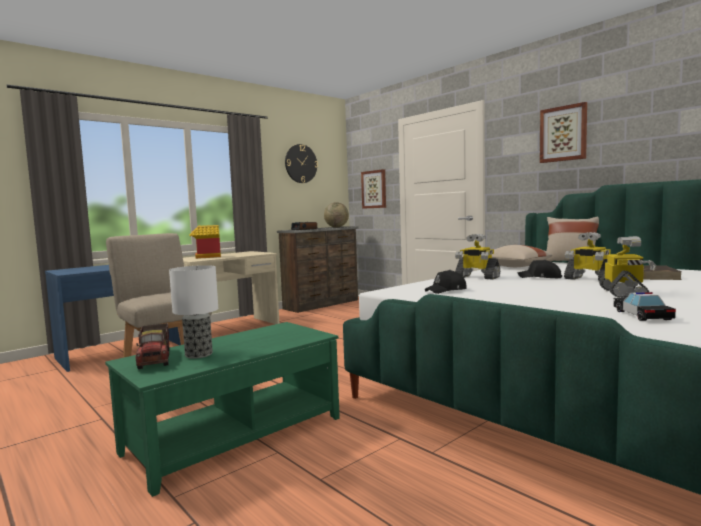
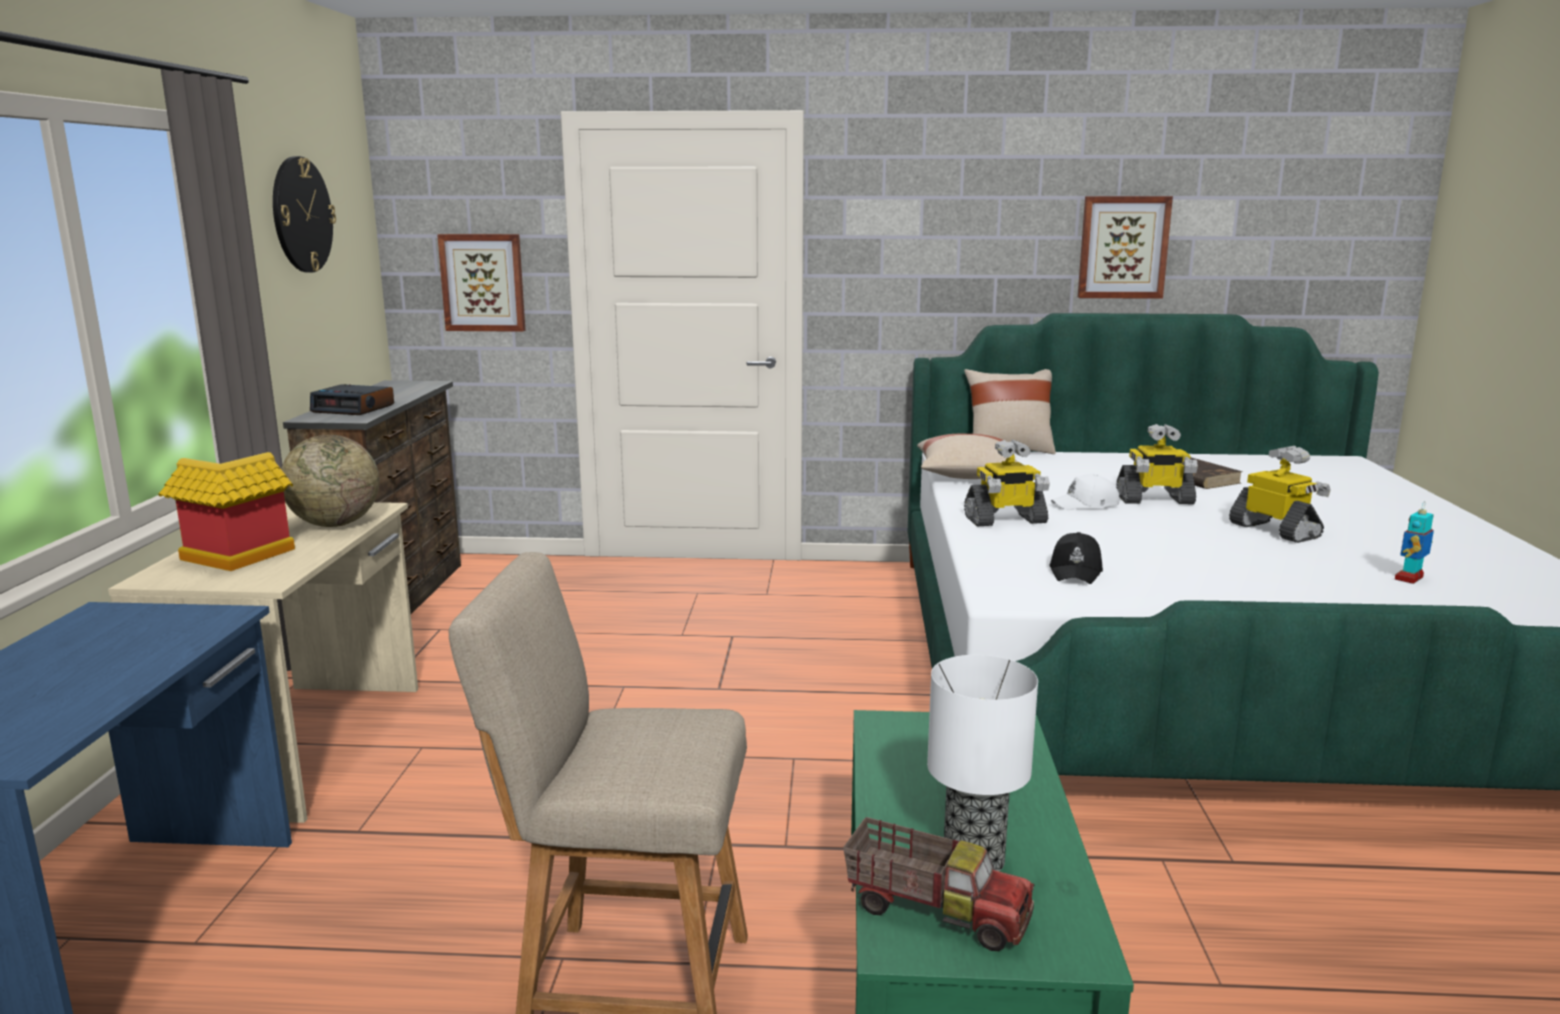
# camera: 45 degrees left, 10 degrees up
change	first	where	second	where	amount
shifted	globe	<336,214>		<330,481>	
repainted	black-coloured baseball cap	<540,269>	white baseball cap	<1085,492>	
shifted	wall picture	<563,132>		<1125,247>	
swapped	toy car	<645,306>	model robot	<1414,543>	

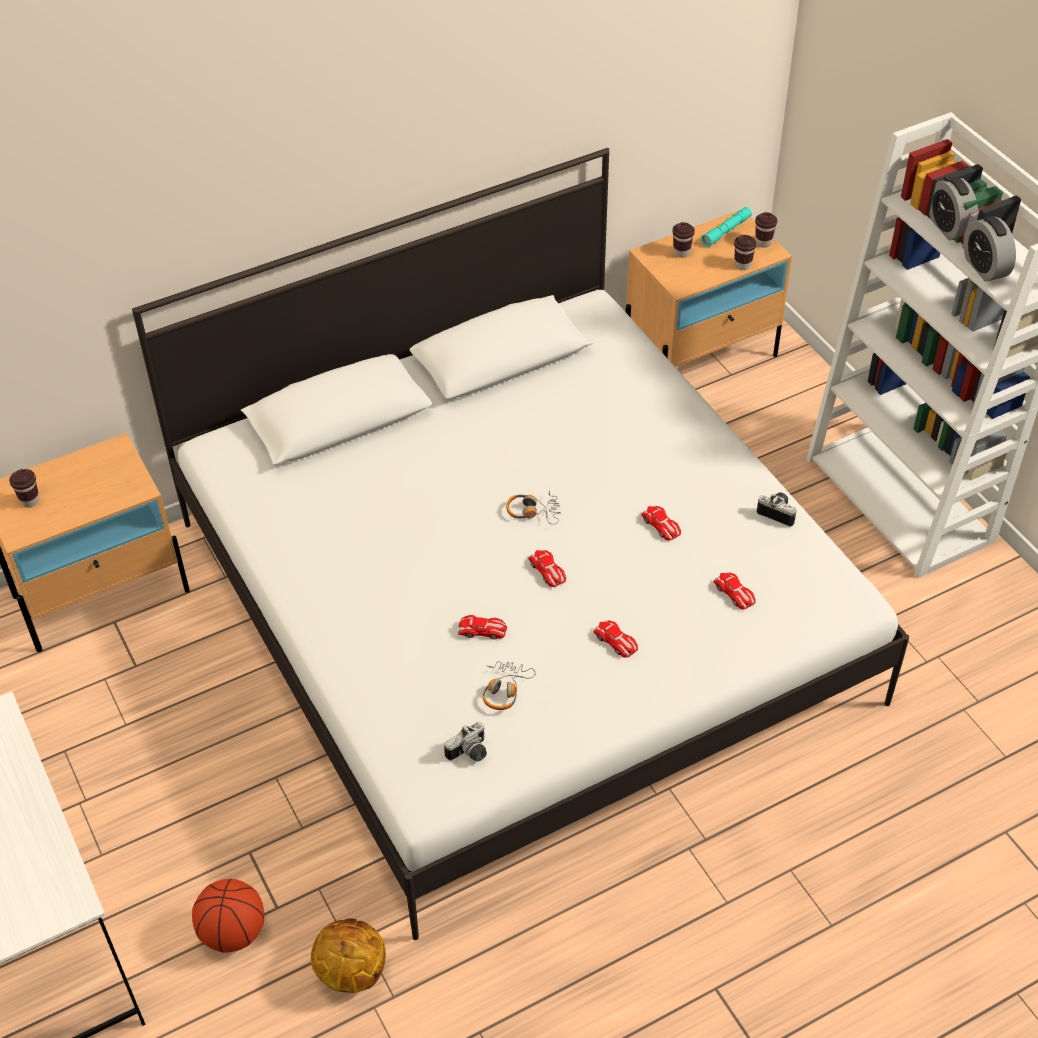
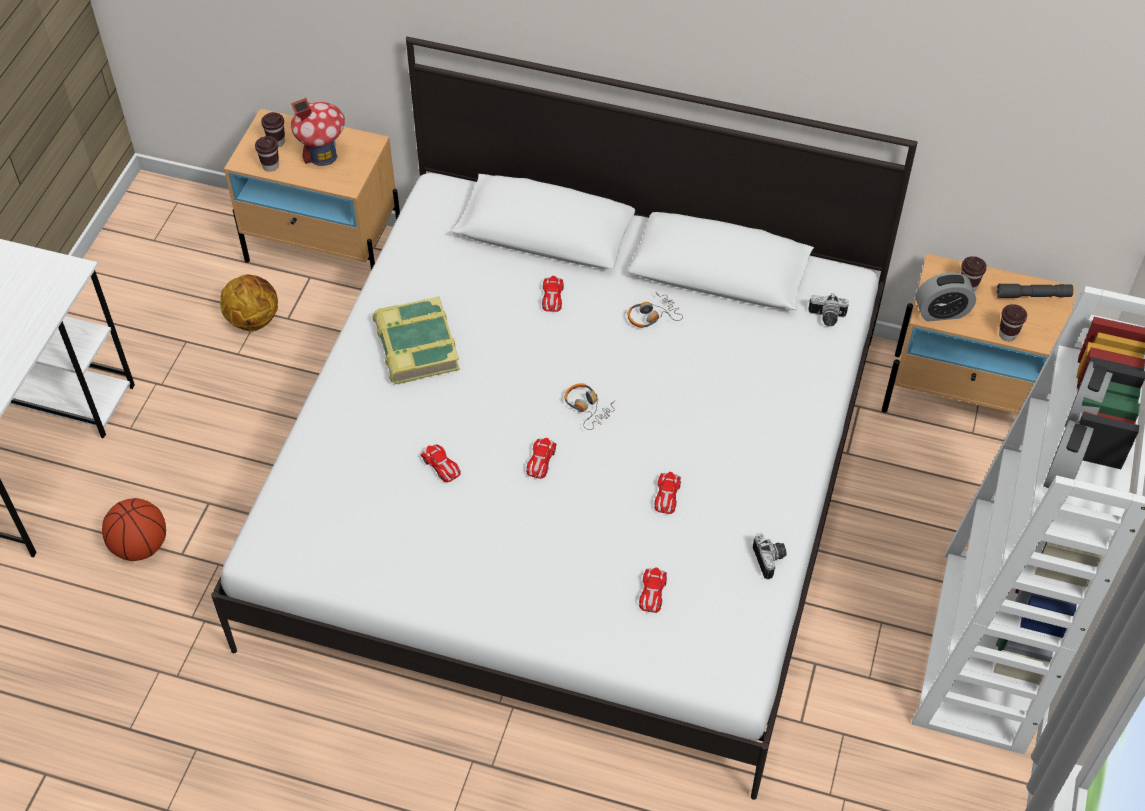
# camera: 45 degrees right, 5 degrees up
change	first	where	second	where	amount
shifted	basketball ball	<348,955>		<249,303>	
shifted	brownish drinking cup	<766,230>		<267,154>	
new			miniature house	<318,132>	
new			volume	<416,340>	
shifted	toy car	<615,639>		<553,294>	
shifted	headset	<509,685>		<655,310>	
shifted	photo camera	<465,742>		<828,310>	
new			alarm clock	<946,297>	
repainted	turquoise flashlight	<726,227>	gray flashlight	<1035,290>	

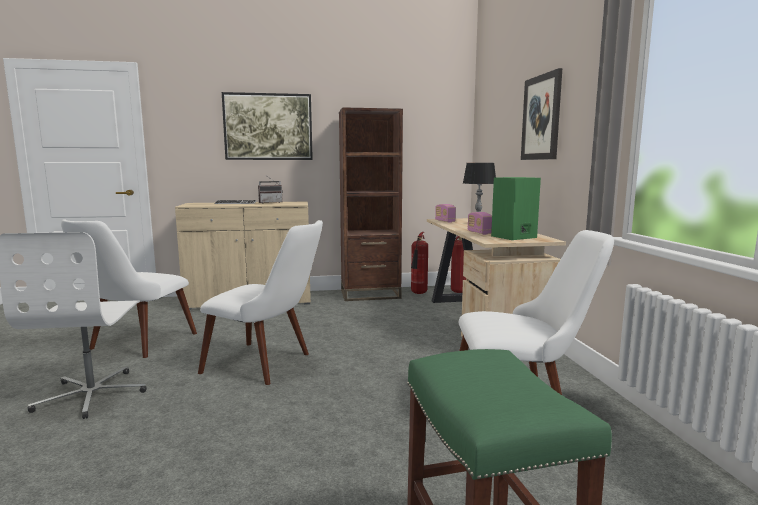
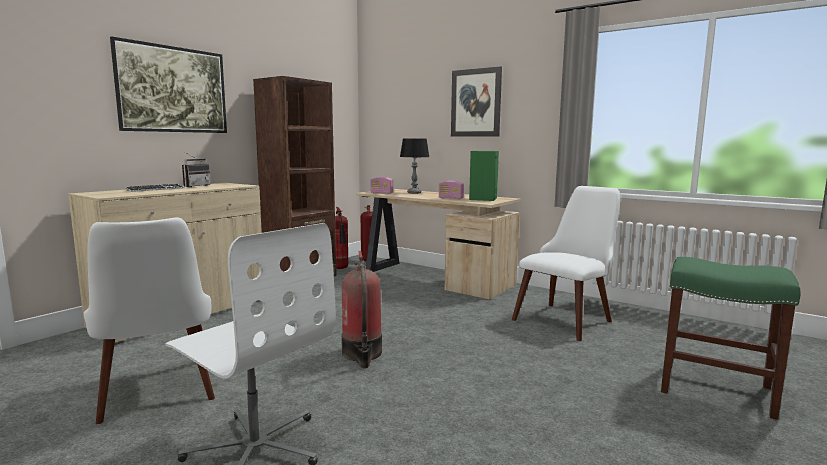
# camera: 45 degrees left, 0 degrees up
change	first	where	second	where	amount
swapped	white chair	<260,302>	fire-fighting cylinder	<362,309>	

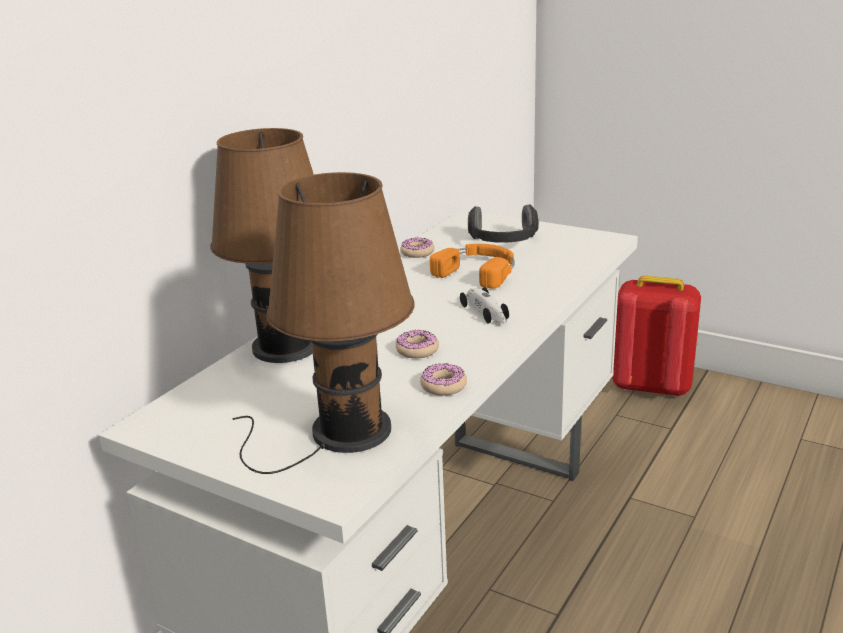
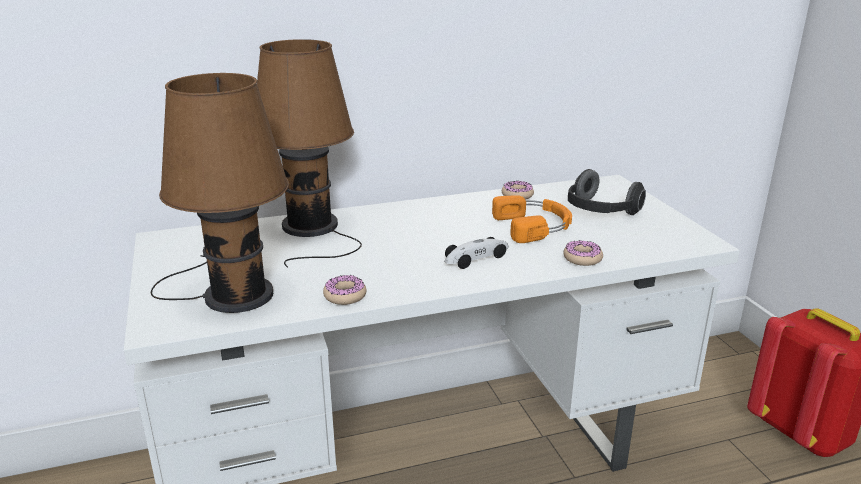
# camera: 40 degrees right, 0 degrees up
change	first	where	second	where	amount
rotated	toy car	<484,305>		<476,253>	135 degrees counterclockwise
shifted	ring doughnut	<417,344>		<583,253>	

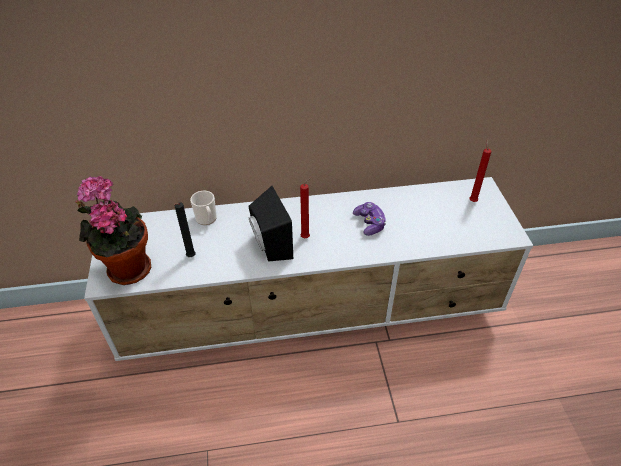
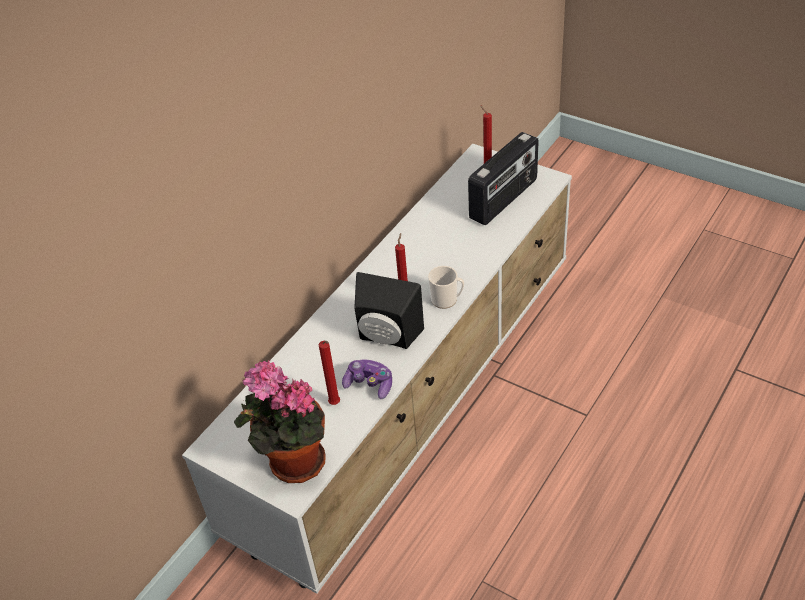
# camera: 45 degrees left, 0 degrees up
change	first	where	second	where	amount
repainted	black-coloured wax candle	<185,229>	red-coloured wax candle	<329,373>	
shifted	game controller	<370,219>		<367,379>	
shifted	tea mug	<203,208>		<446,287>	
new			radio receiver	<503,178>	

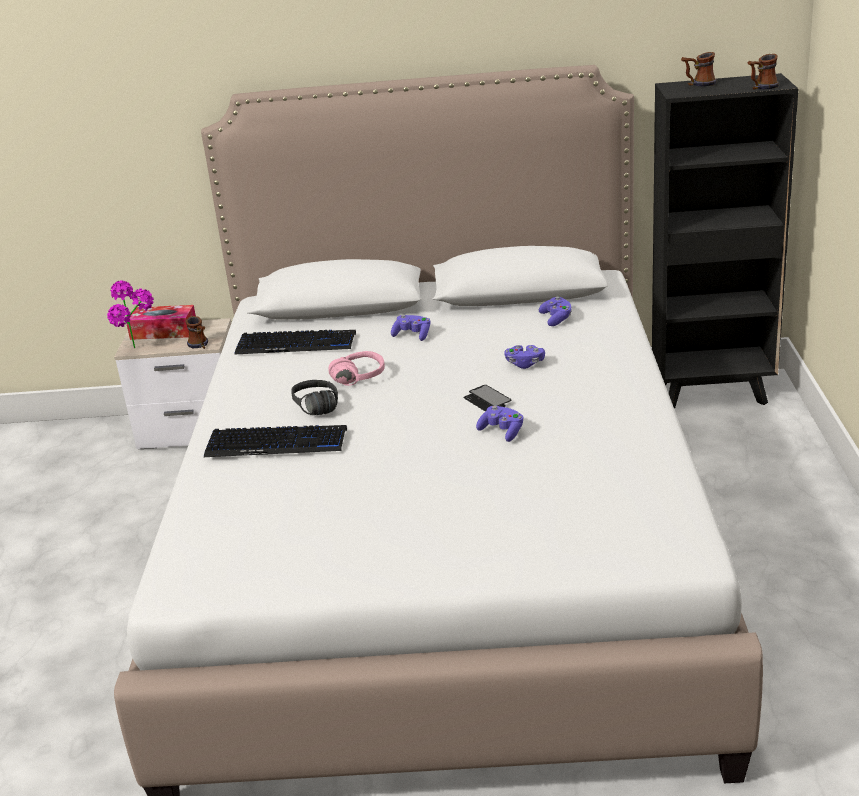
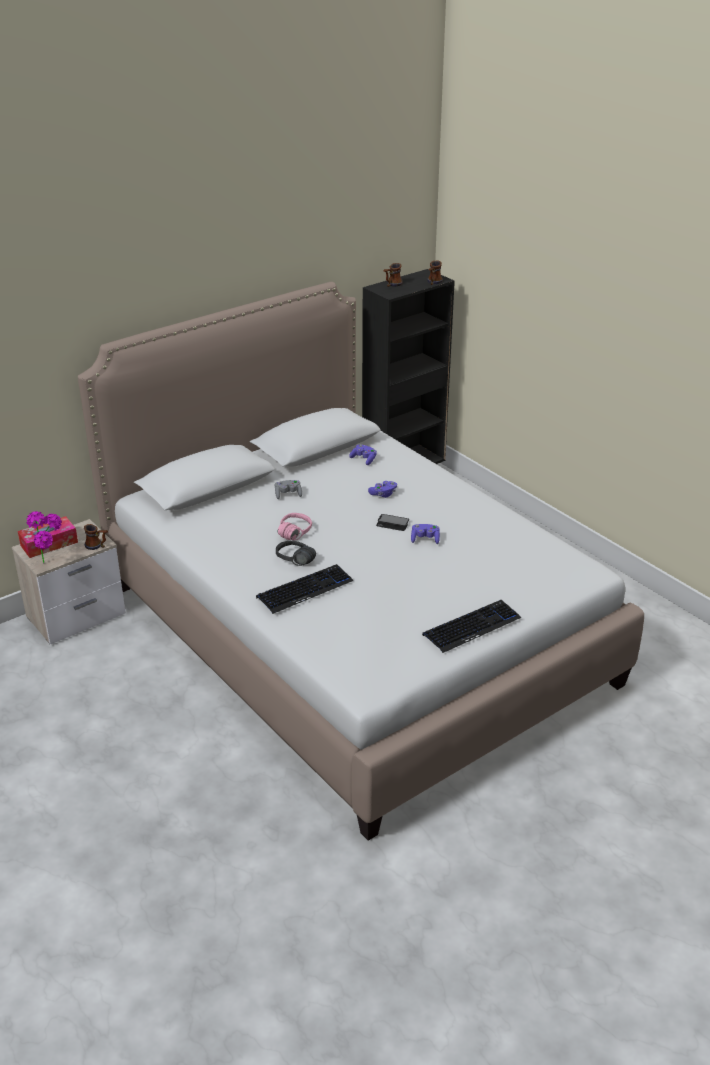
# camera: 40 degrees left, 5 degrees up
change	first	where	second	where	amount
repainted	purple-coloured game controller	<410,327>	gray game controller	<288,489>	
shifted	keyboard	<295,342>		<471,626>	

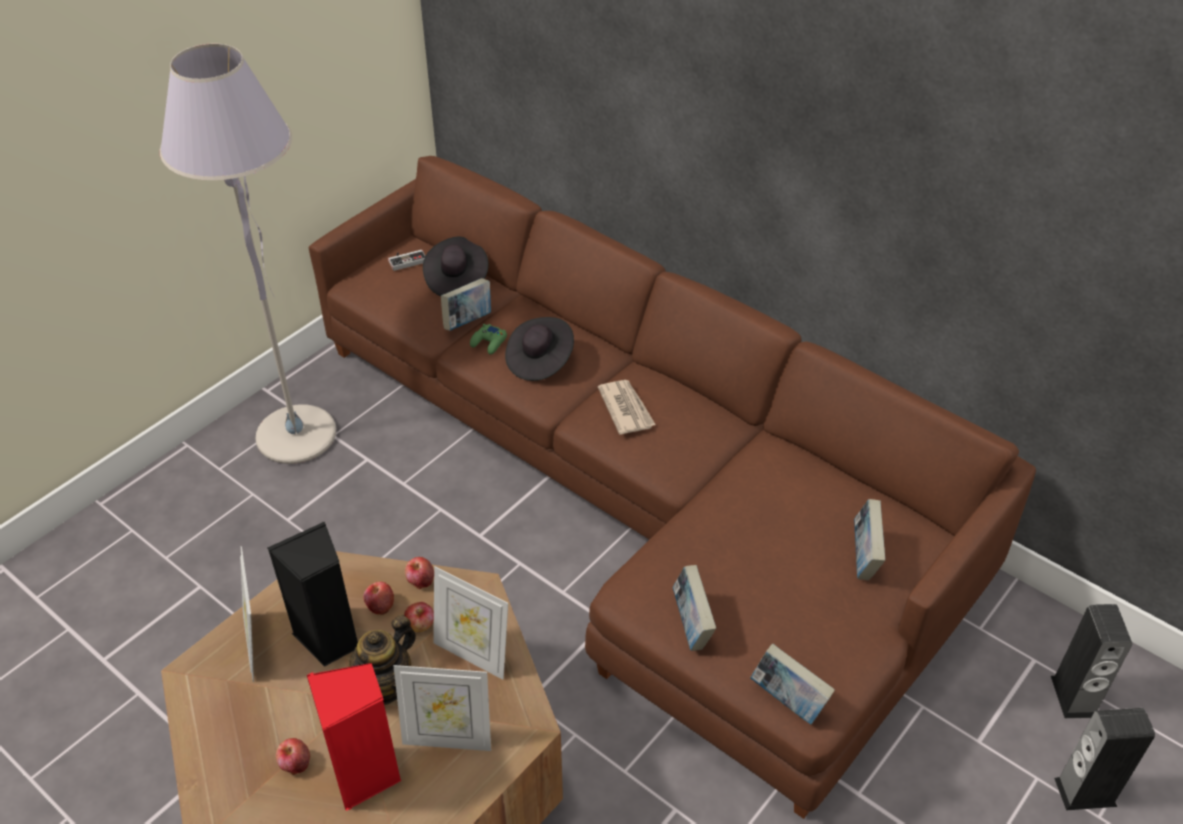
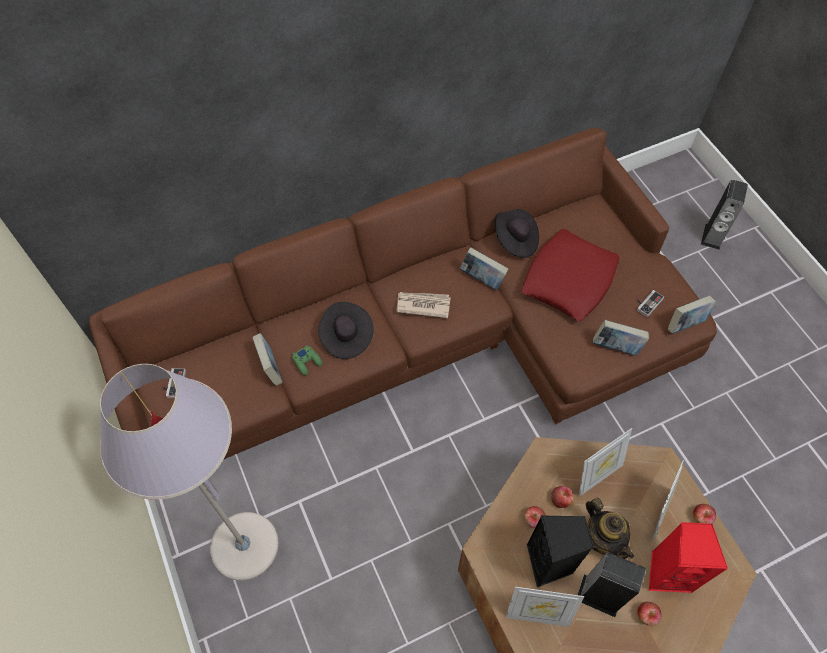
# camera: 65 degrees left, 15 degrees up
change	first	where	second	where	amount
shifted	volume	<869,539>		<483,268>	
shifted	black-coloured clothing hat	<455,266>		<517,233>	
new			red-coloured throw pillow	<570,275>	
shifted	speaker	<1091,661>		<612,584>	
new			game controller	<650,303>	
shifted	apple	<419,573>		<704,514>	

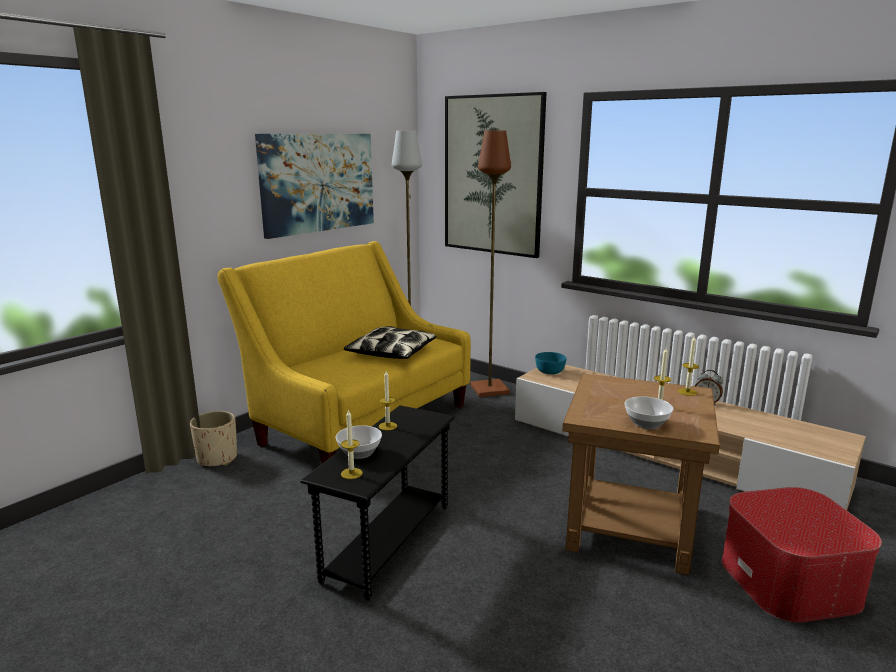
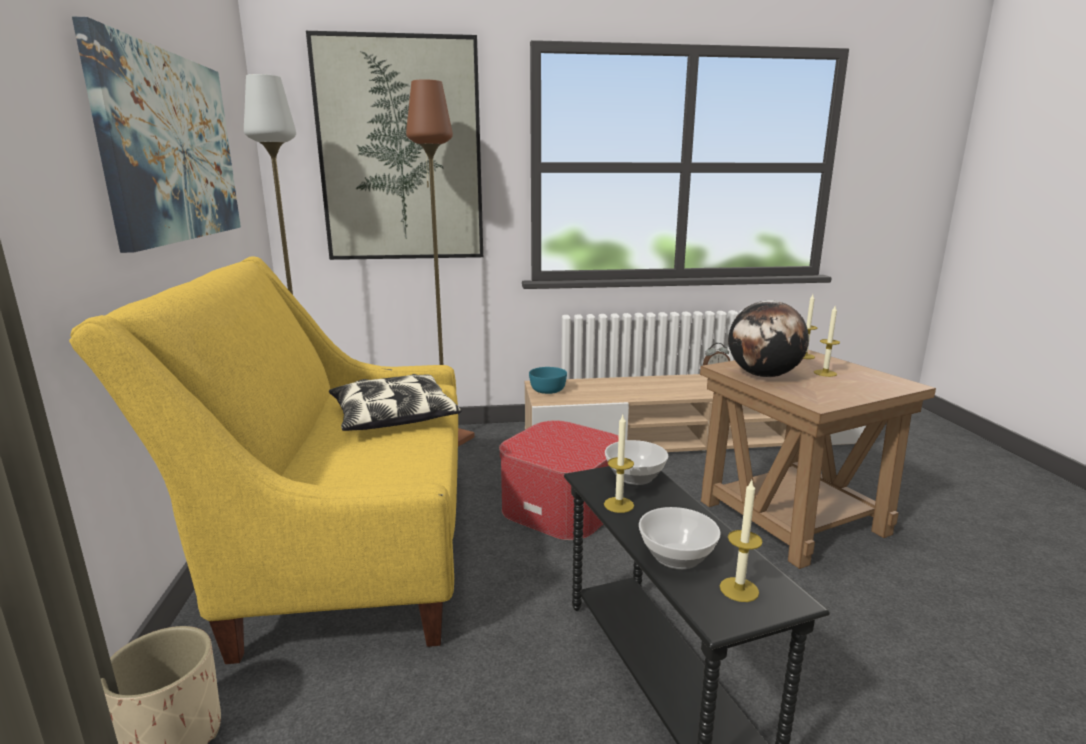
# camera: 45 degrees left, 0 degrees up
change	first	where	second	where	amount
shifted	pouffe	<802,554>		<559,480>	
shifted	deep dish	<648,412>		<636,462>	
new			globe	<768,339>	

